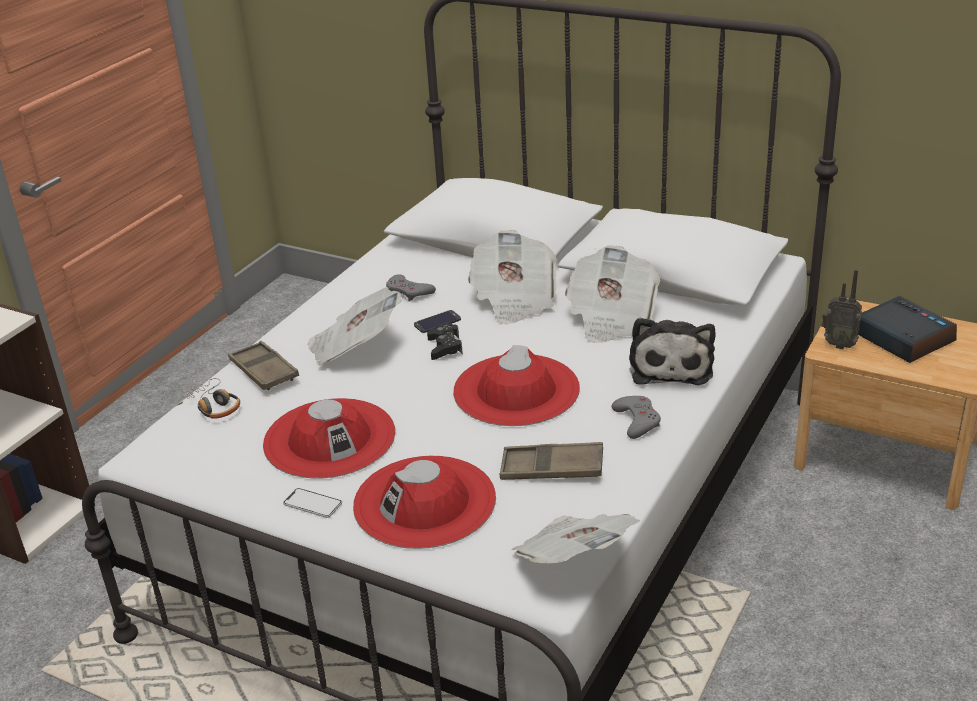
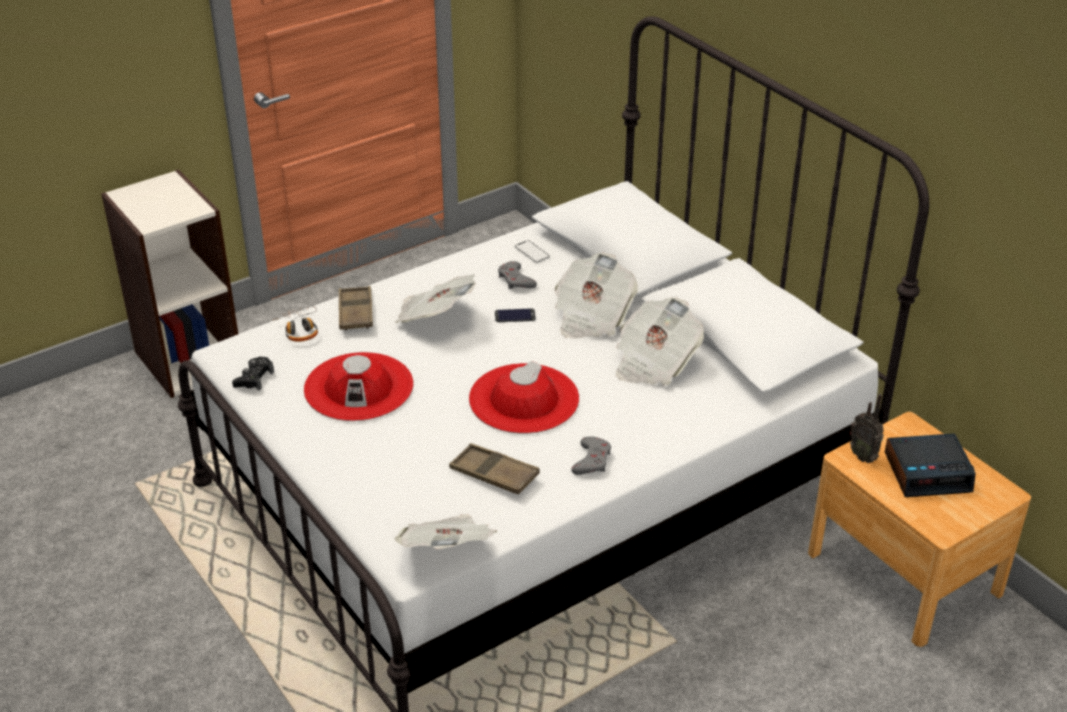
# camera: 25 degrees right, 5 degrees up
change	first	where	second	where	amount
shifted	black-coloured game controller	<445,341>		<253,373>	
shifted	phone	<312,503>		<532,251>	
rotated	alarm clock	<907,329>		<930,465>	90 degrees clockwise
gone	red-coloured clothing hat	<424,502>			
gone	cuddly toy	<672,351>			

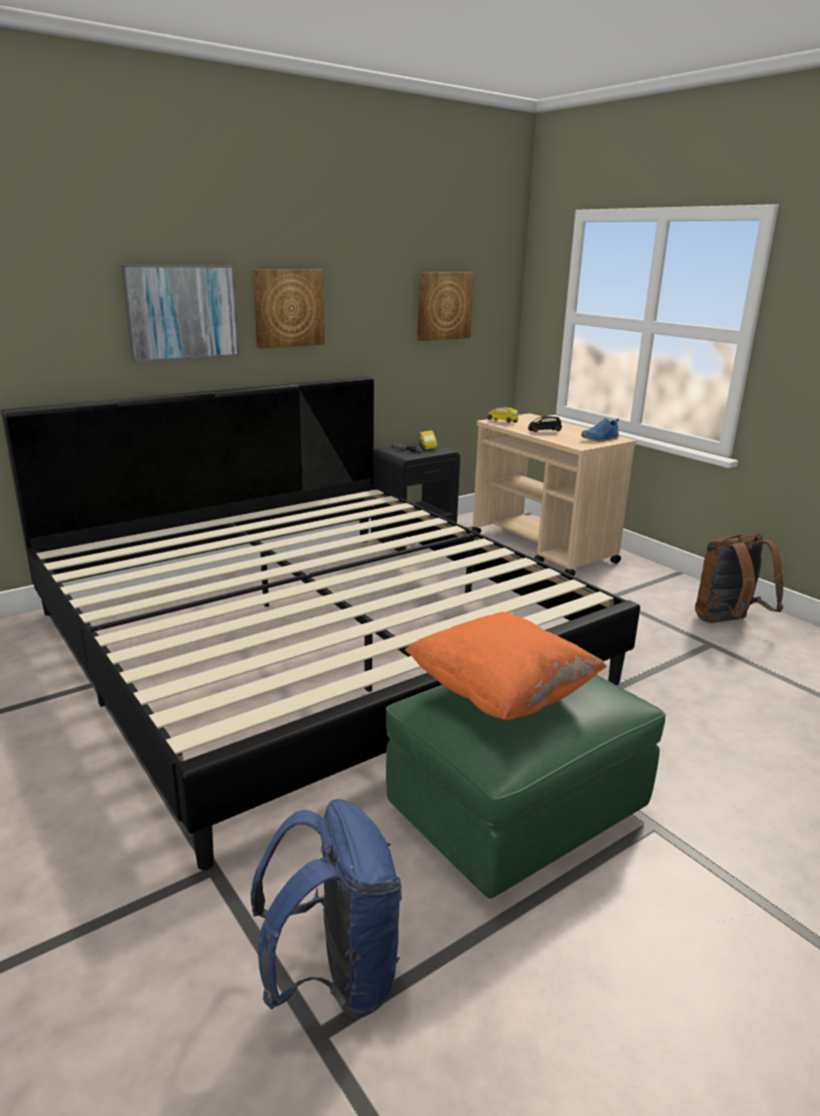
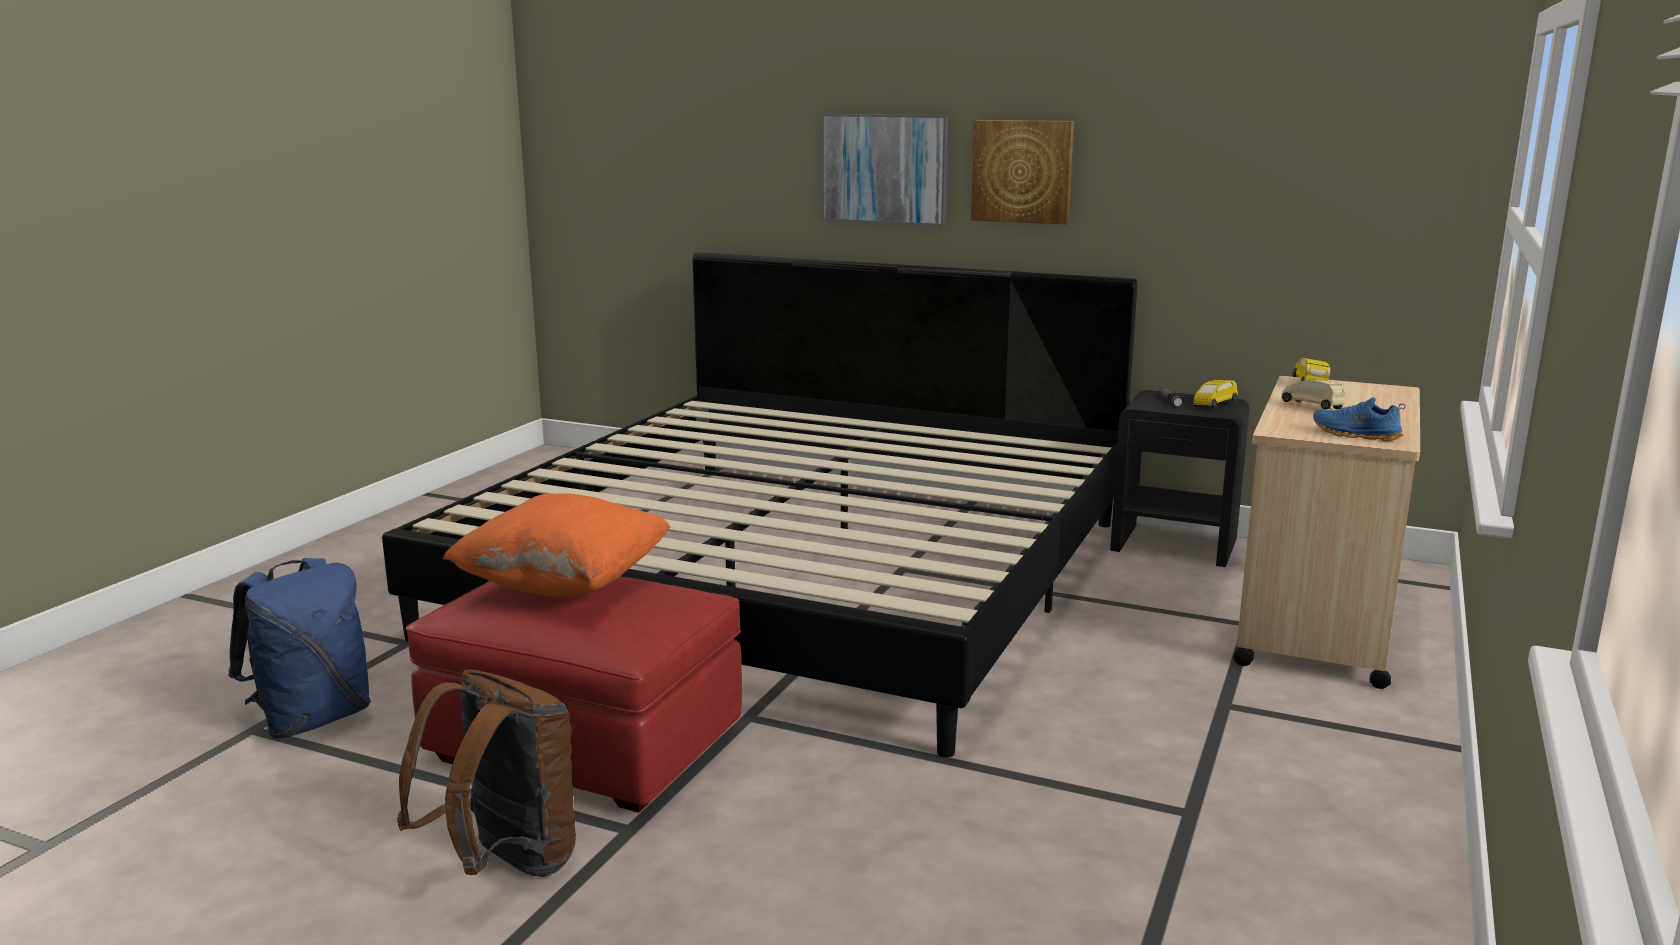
# camera: 60 degrees right, 5 degrees down
change	first	where	second	where	amount
shifted	brownish backpack	<739,578>		<486,773>	
repainted	green-coloured pouffe	<526,786>	red-coloured pouffe	<574,695>	
repainted	black-coloured toy car	<545,424>	beige toy car	<1313,394>	
gone	wall picture	<445,306>			

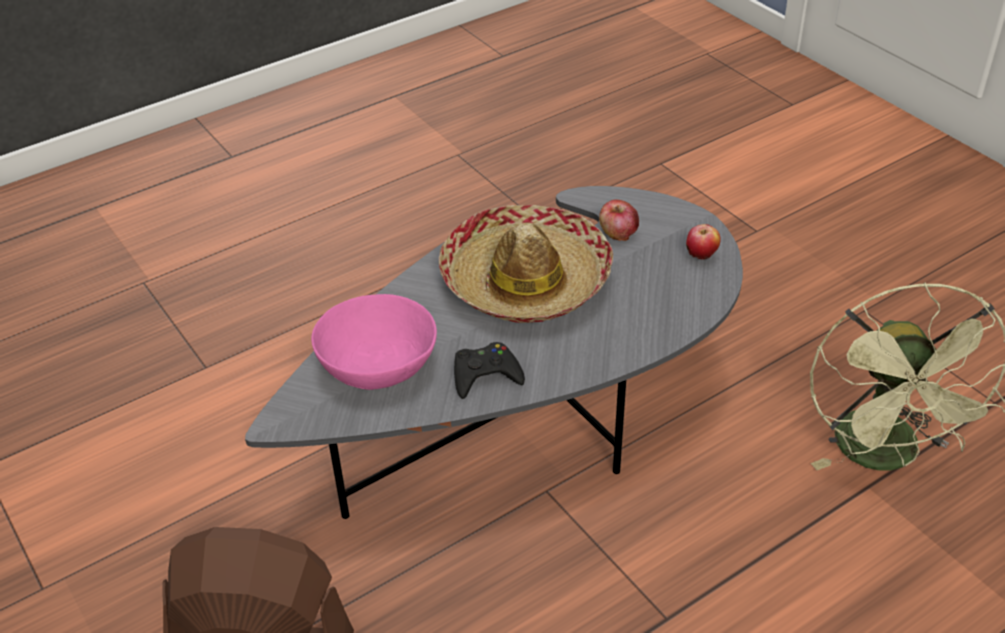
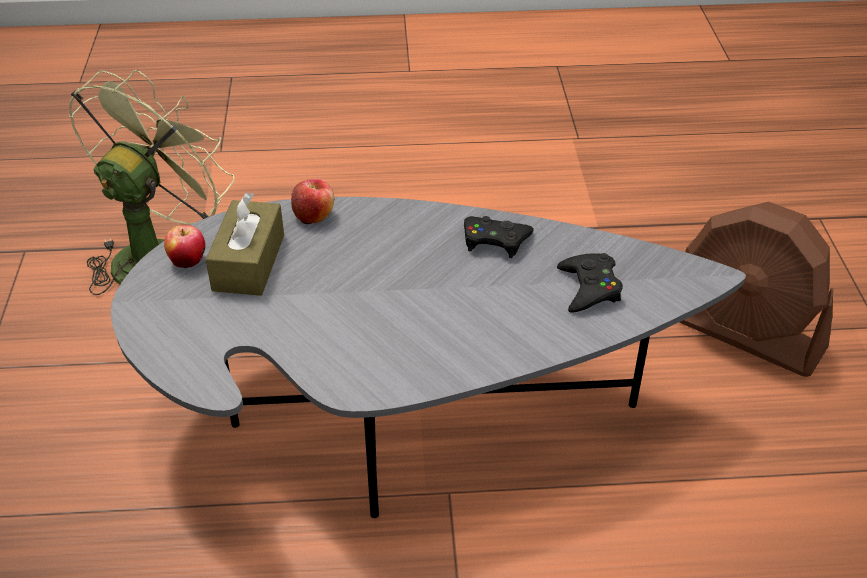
# camera: 150 degrees left, 0 degrees up
change	first	where	second	where	amount
new			brownish box of tissues	<245,244>	
shifted	apple	<619,220>		<312,201>	
swapped	pink deep dish	<374,342>	black-coloured game controller	<590,283>	
gone	clothing hat	<526,264>			

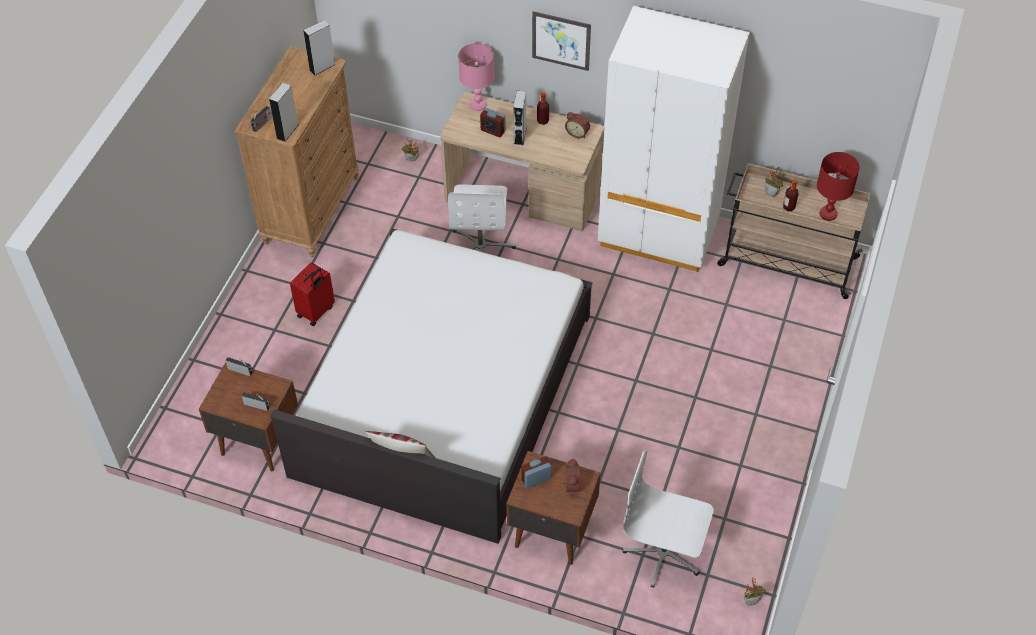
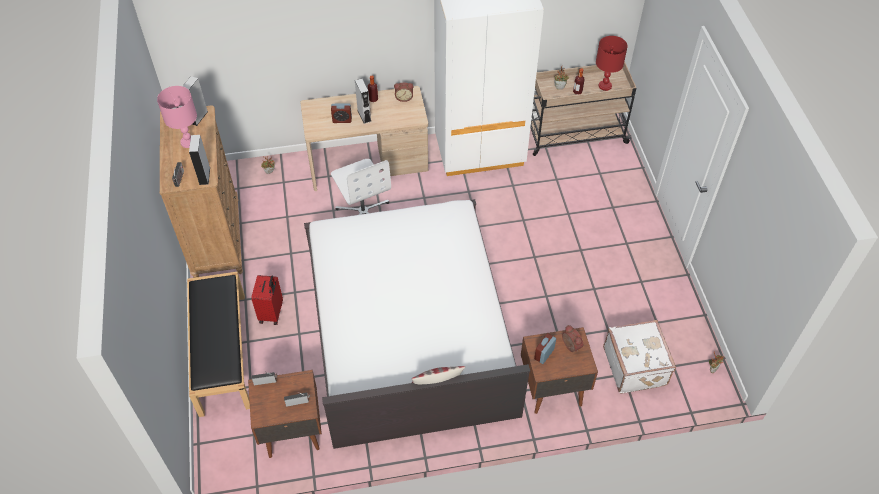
# camera: 30 degrees left, 0 degrees up
change	first	where	second	where	amount
shifted	pink tabletop lamp	<476,77>		<177,117>	
new			black-coloured bench	<218,344>	
swapped	white computer chair	<668,519>	white travel case	<639,357>	
gone	wall picture	<561,41>			

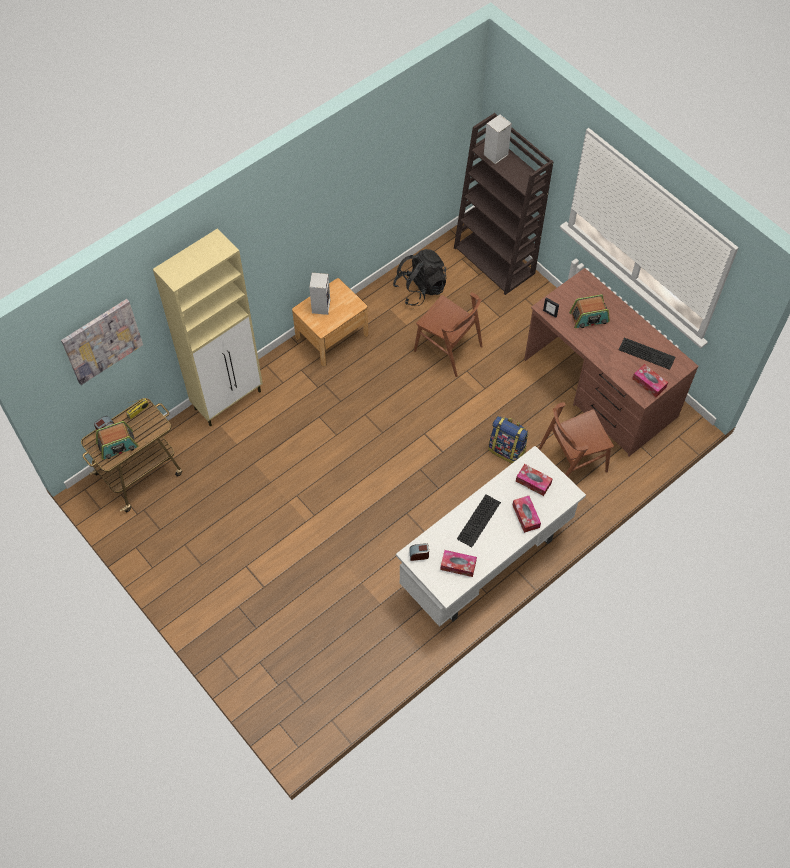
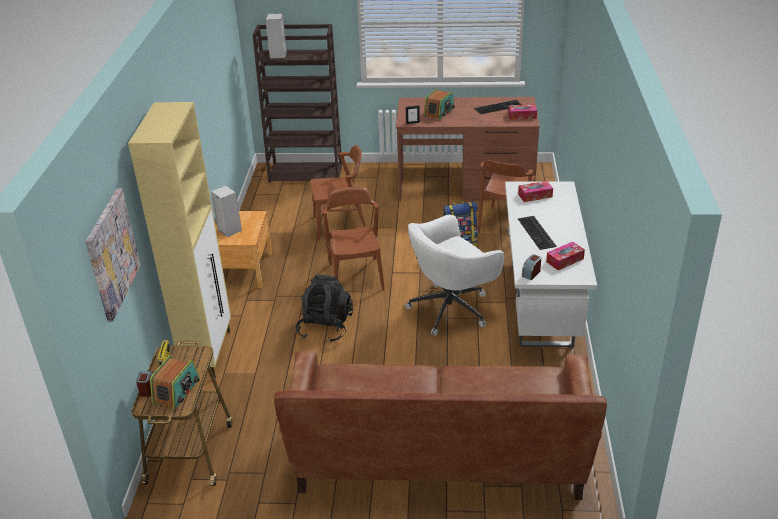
# camera: 45 degrees left, 25 degrees down
change	first	where	second	where	amount
new			brownish sofa	<440,425>	
shifted	black-coloured backpack	<419,277>		<324,309>	
new			brownish chair	<353,238>	
new			white computer chair	<455,275>	
gone	box of tissues	<527,514>			

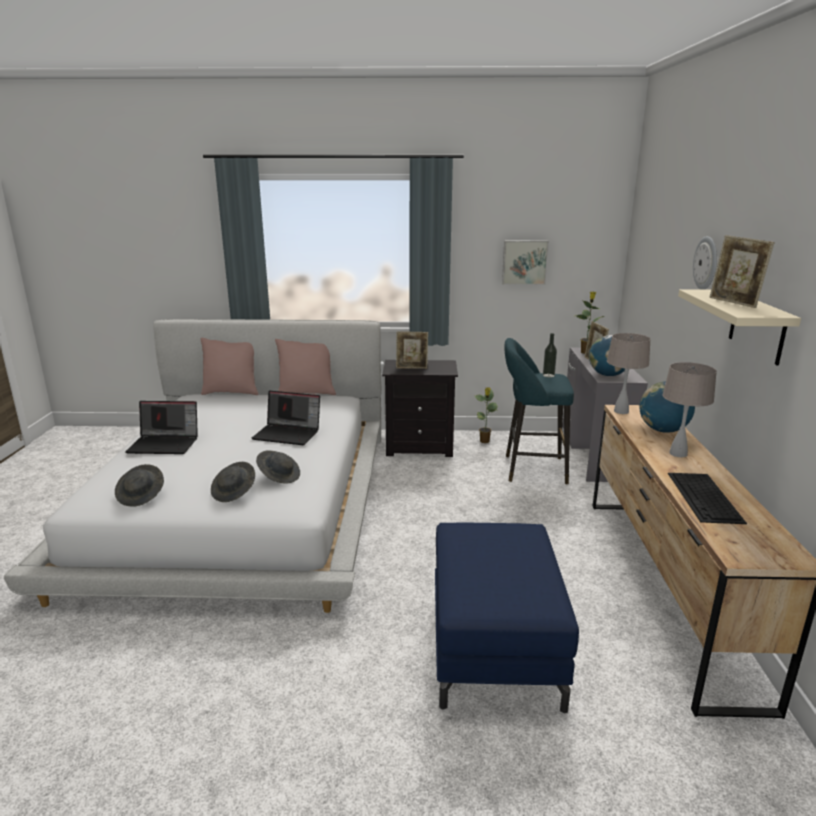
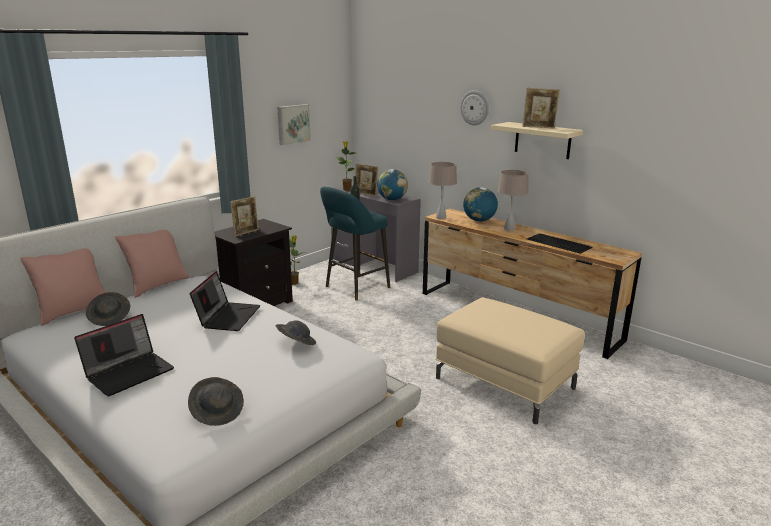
# camera: 50 degrees left, 0 degrees up
change	first	where	second	where	amount
shifted	gray clothing hat	<233,482>		<108,309>	
rotated	portable computer	<286,417>		<225,301>	45 degrees counterclockwise
repainted	blue-coloured pouffe	<507,617>	beige pouffe	<510,360>	

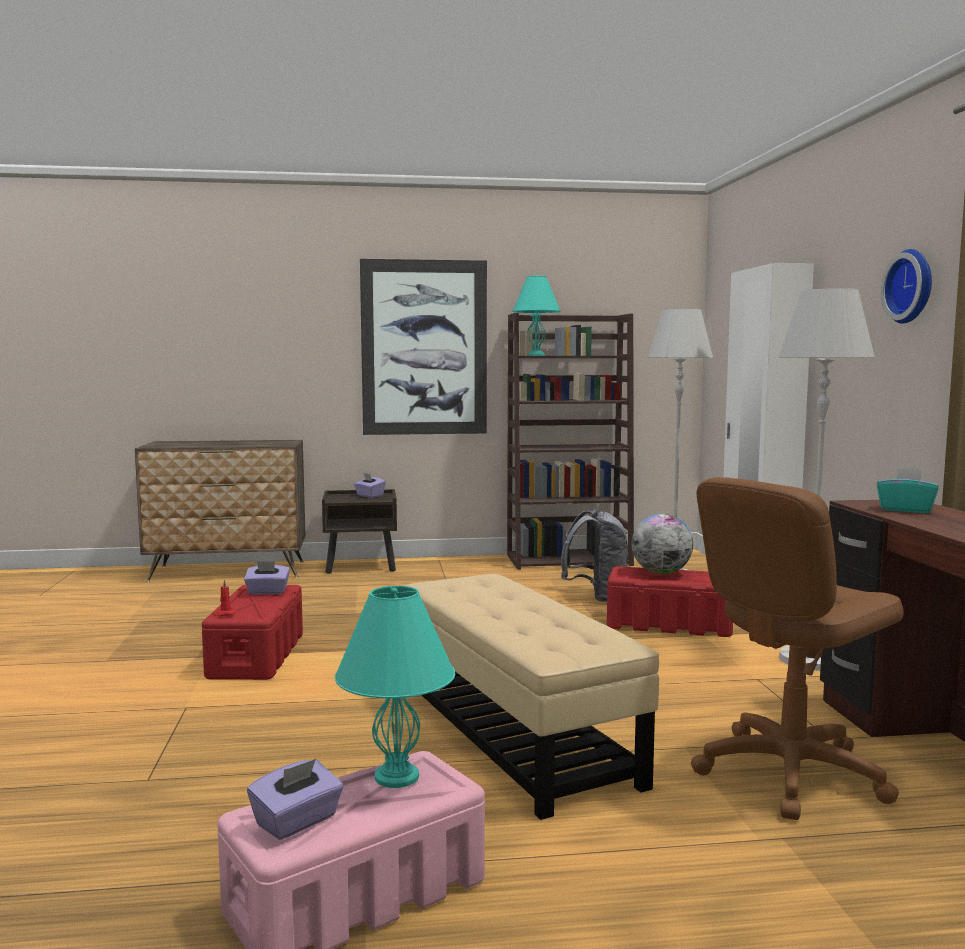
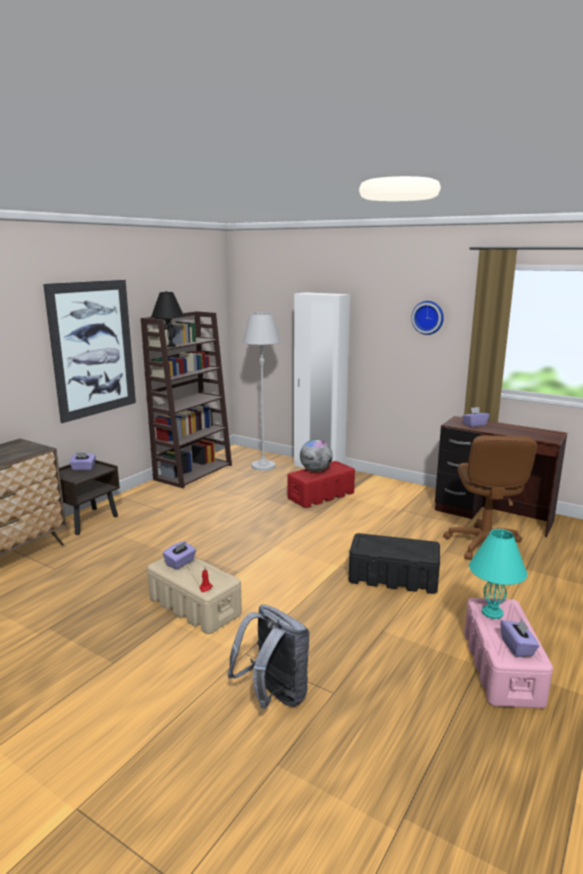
# camera: 50 degrees left, 10 degrees up
change	first	where	second	where	amount
repainted	red-coloured storage box	<252,632>	beige storage box	<194,596>	
repainted	turquoise tabletop lamp	<536,315>	black-coloured tabletop lamp	<167,319>	
shifted	gray backpack	<594,555>		<268,657>	
swapped	beige pouffe	<531,697>	black-coloured storage box	<394,563>	
repainted	turquoise box of tissues	<908,490>	purple-coloured box of tissues	<475,417>	
gone	white standing lamp	<827,479>			

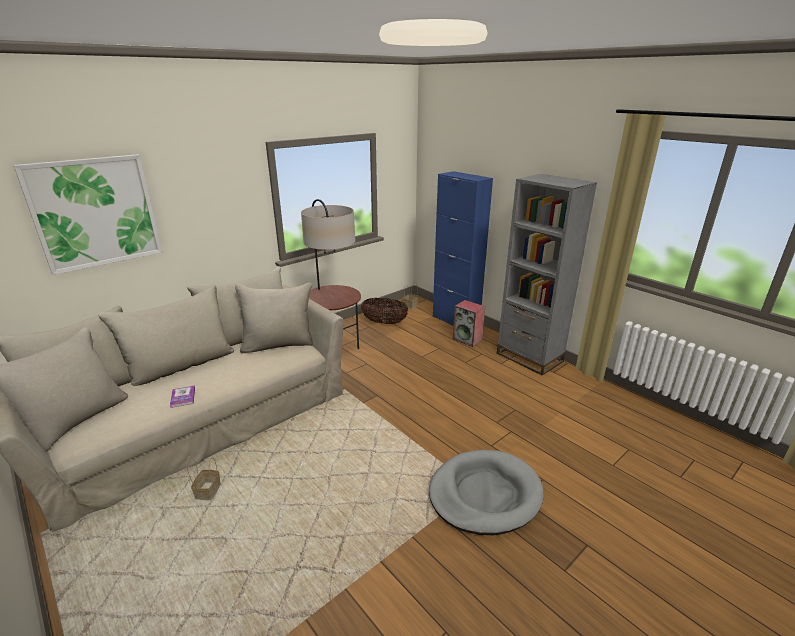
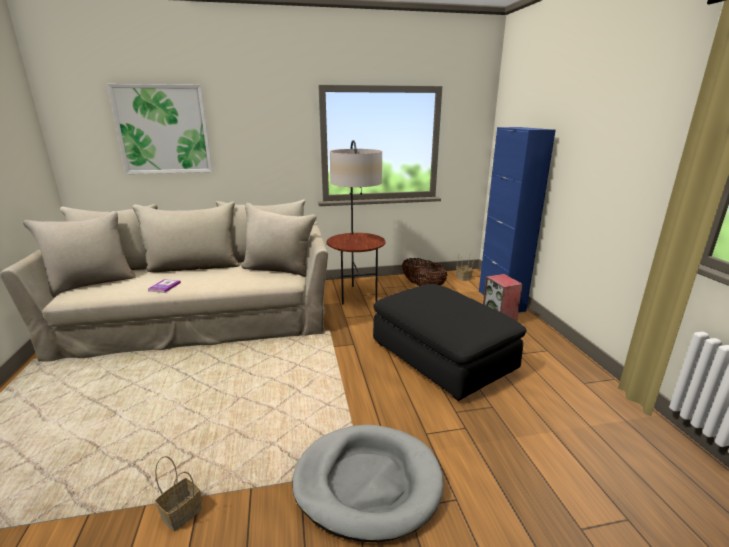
# camera: 30 degrees right, 5 degrees down
change	first	where	second	where	amount
shifted	household basket	<204,478>		<178,493>	
new			black-coloured pouffe	<449,342>	
gone	gray shelving unit	<547,274>			

